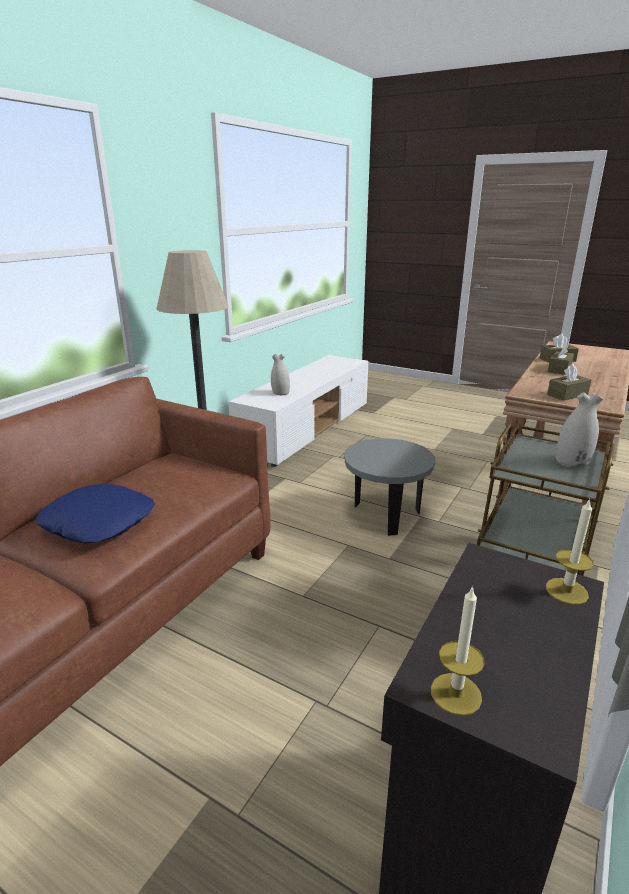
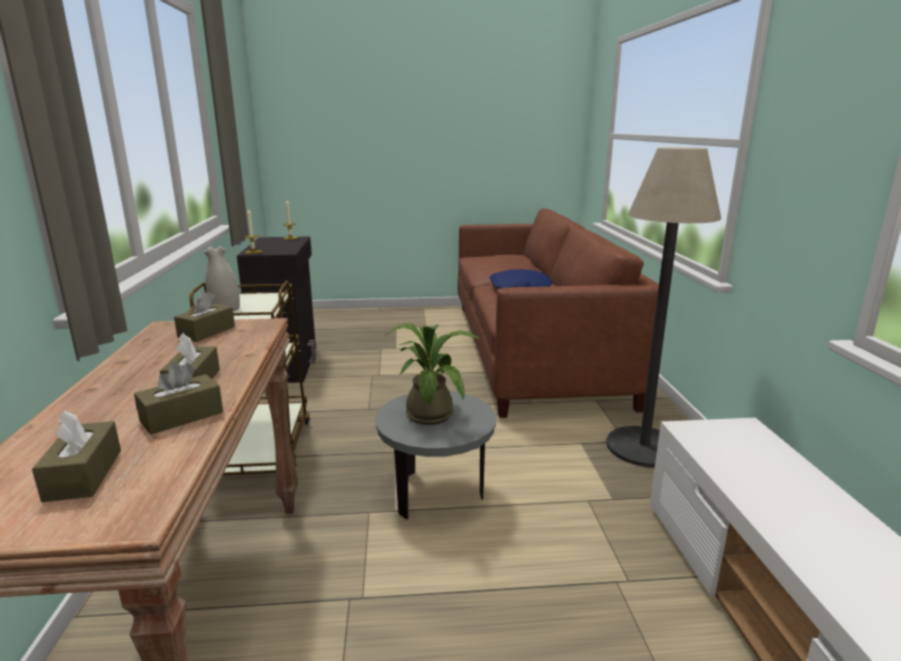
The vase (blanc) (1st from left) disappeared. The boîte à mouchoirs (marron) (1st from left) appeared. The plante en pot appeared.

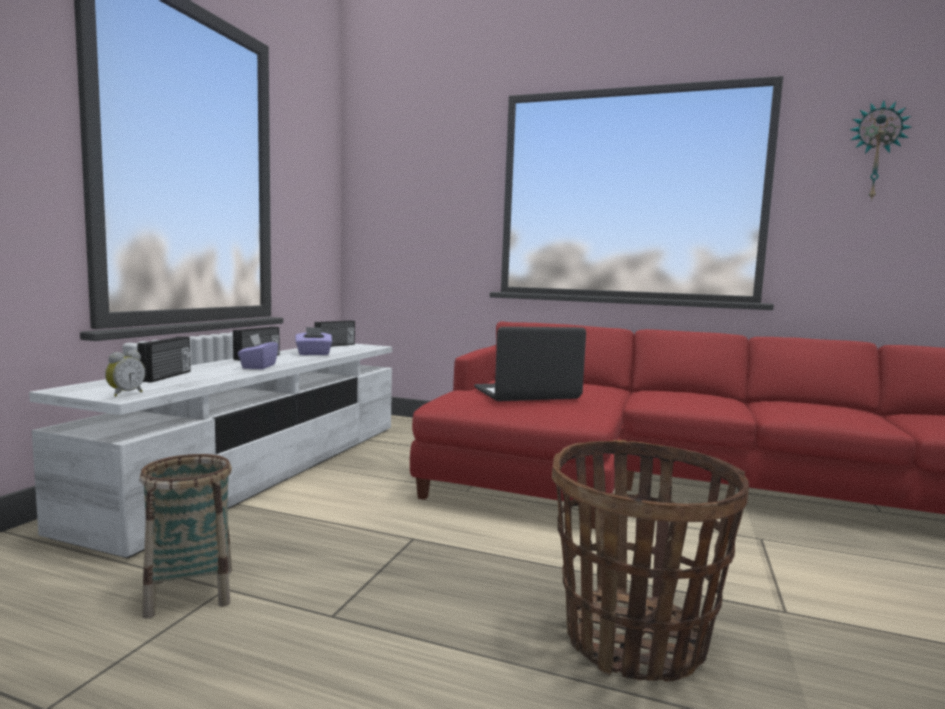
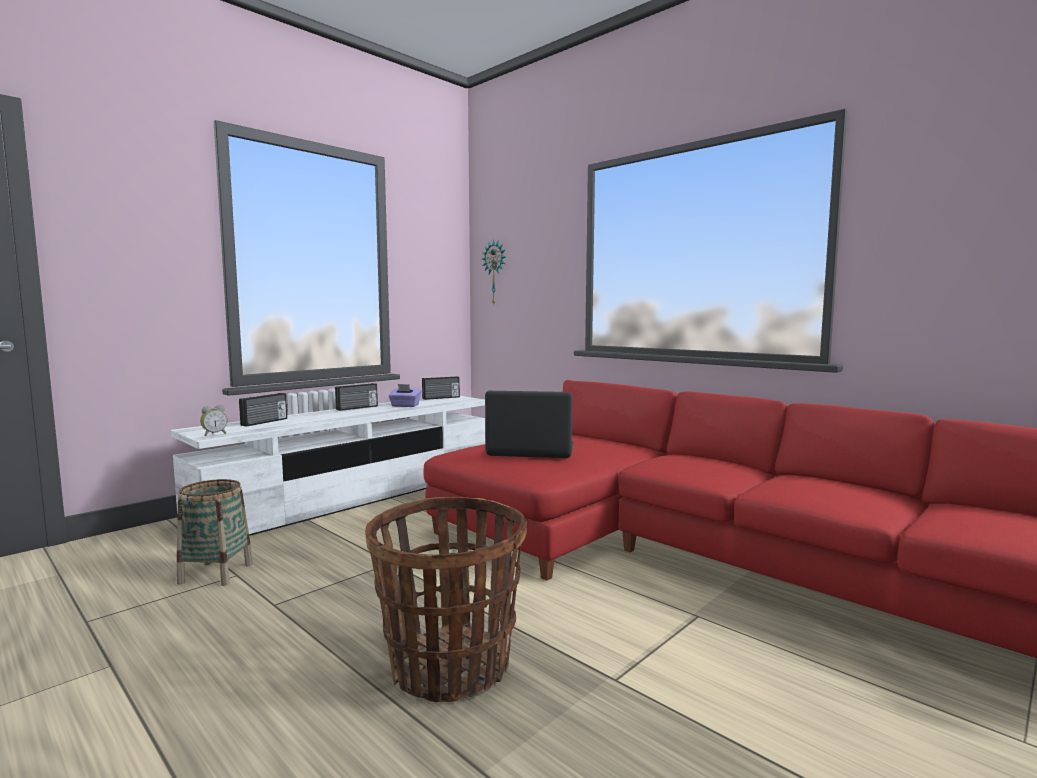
The boîte à mouchoirs (violet) (1st from left) disappeared. The horloge murale moved.

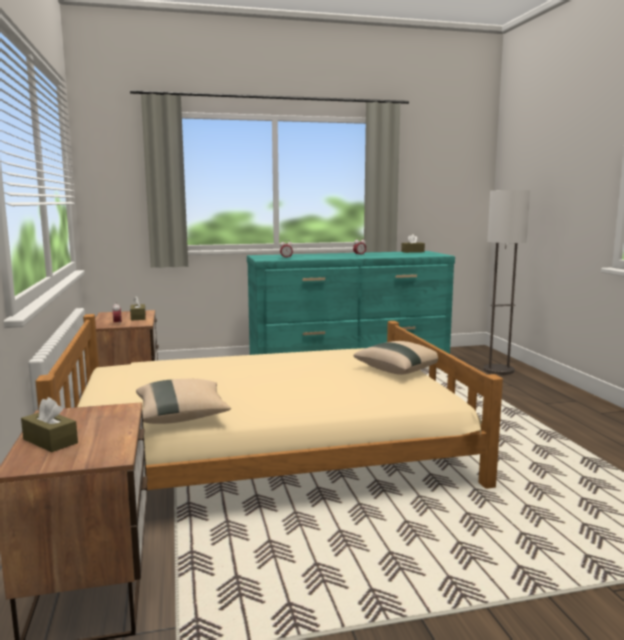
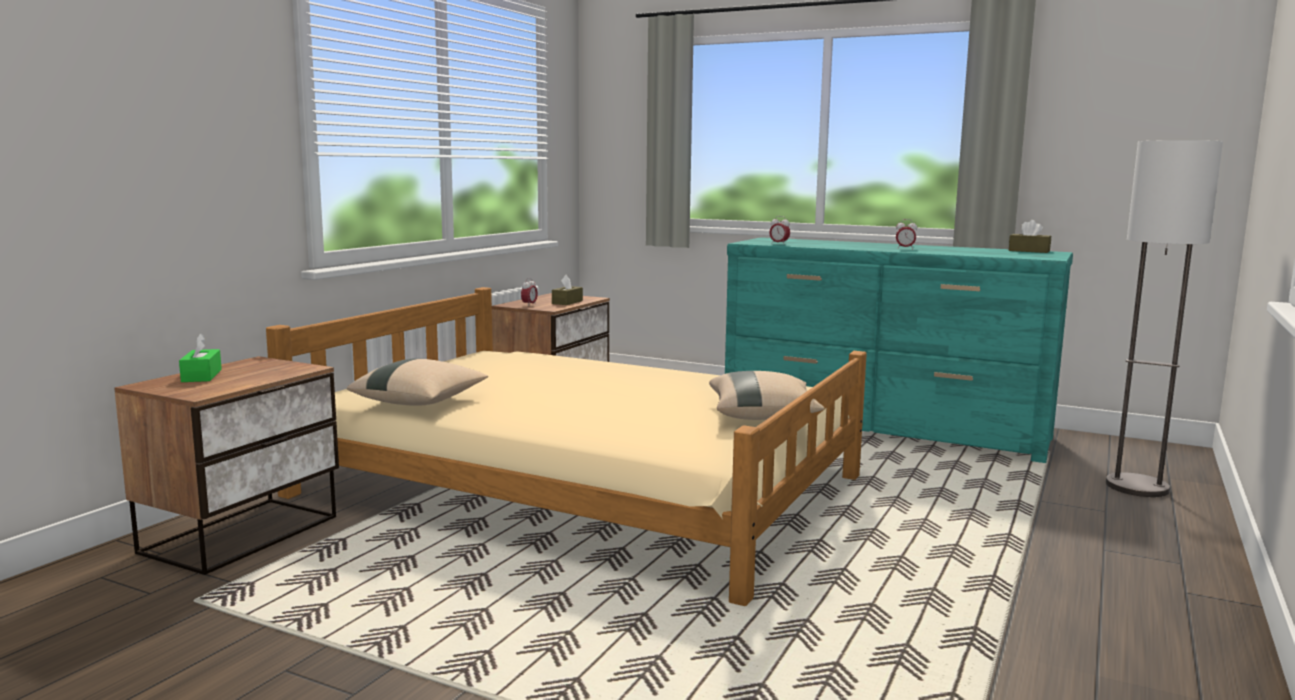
The boîte à mouchoirs (marron) (1st from left) became the boîte à mouchoirs (vert).

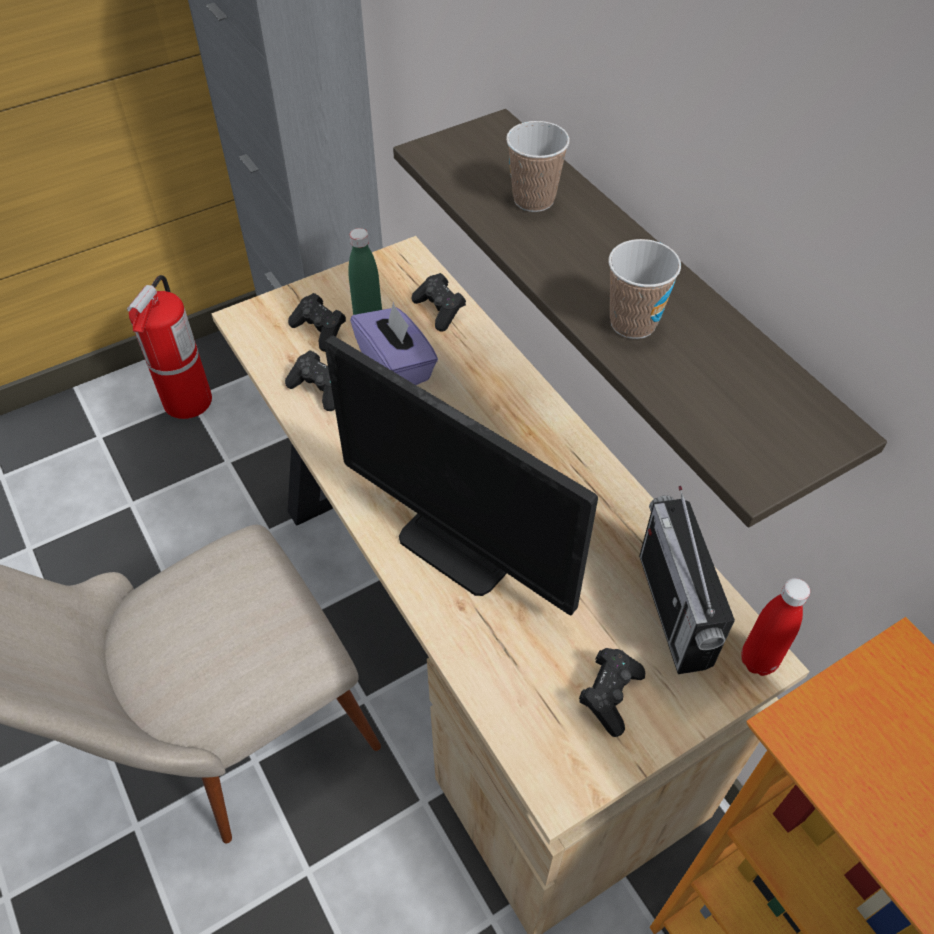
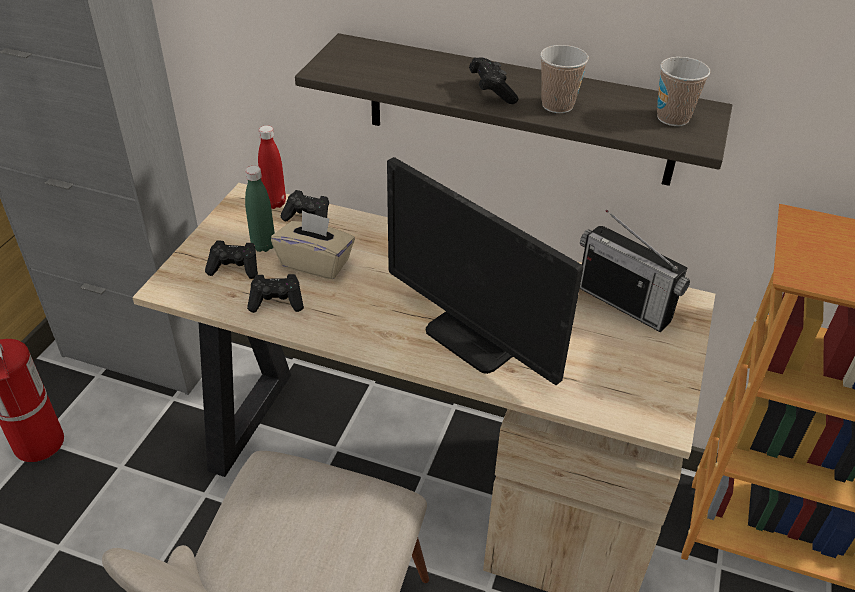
The tasse (1st from left in the first image) moved. The manette (noir) (4th from left) moved. The bouteille (rouge) moved. The boîte à mouchoirs (violet) became the boîte à mouchoirs (beige). The écran d'ordinateur turned 45 degrees clockwise.

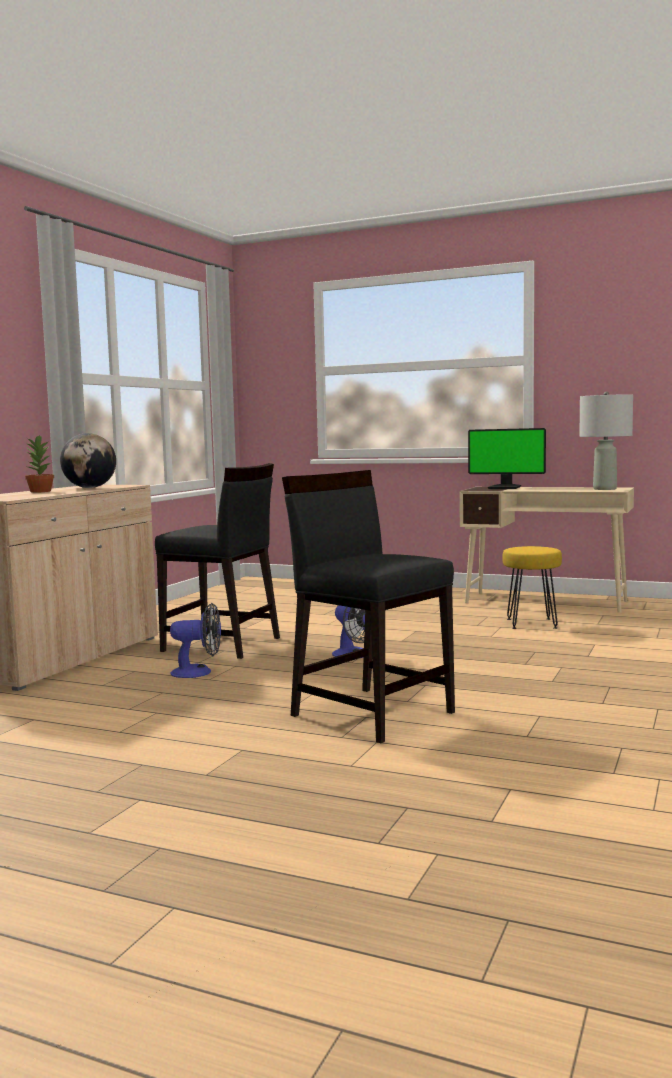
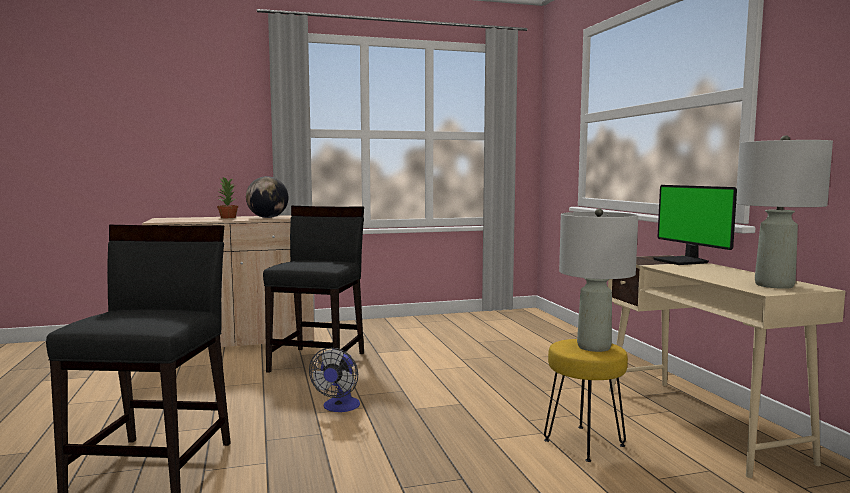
The ventilateur (1st from left) disappeared. The lampe de table (gris) (1st from left) appeared. The chaise (noir) (1st from left in the first image) turned 150 degrees counterclockwise.

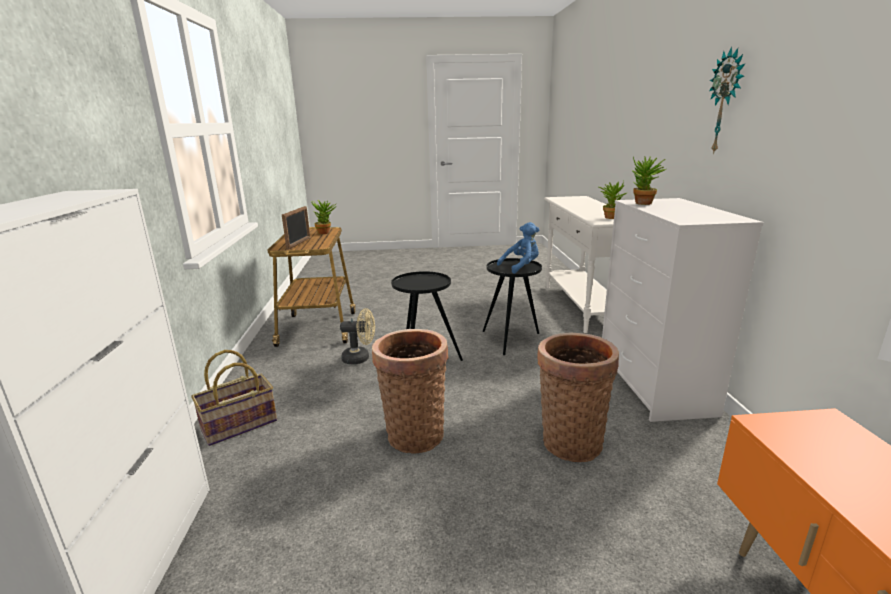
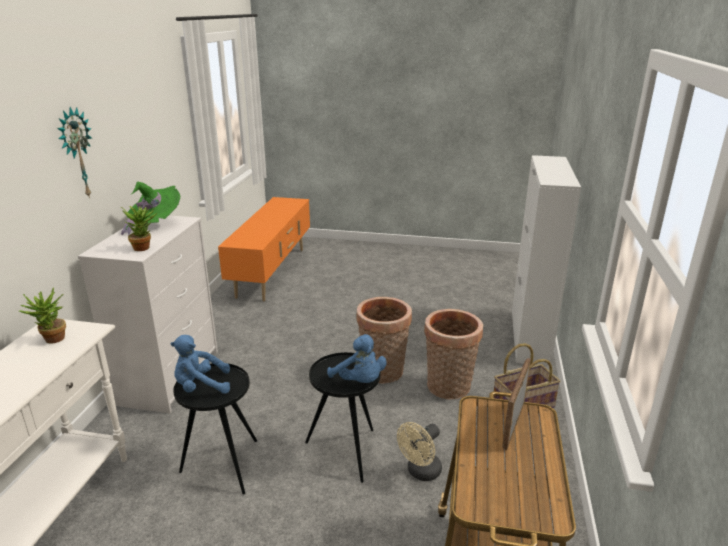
The plante en pot (1st from left) disappeared. The chapeau (vert) appeared. The peluche (bleu) (2nd from left) appeared. The panier (3rd from left in the first image) moved. The ventilateur (beige) turned 60 degrees counterclockwise.

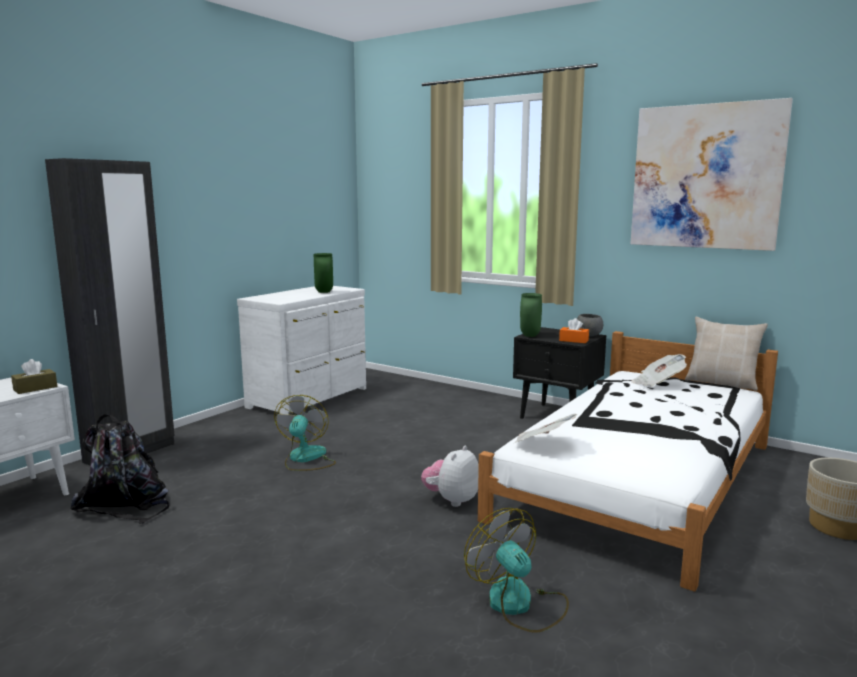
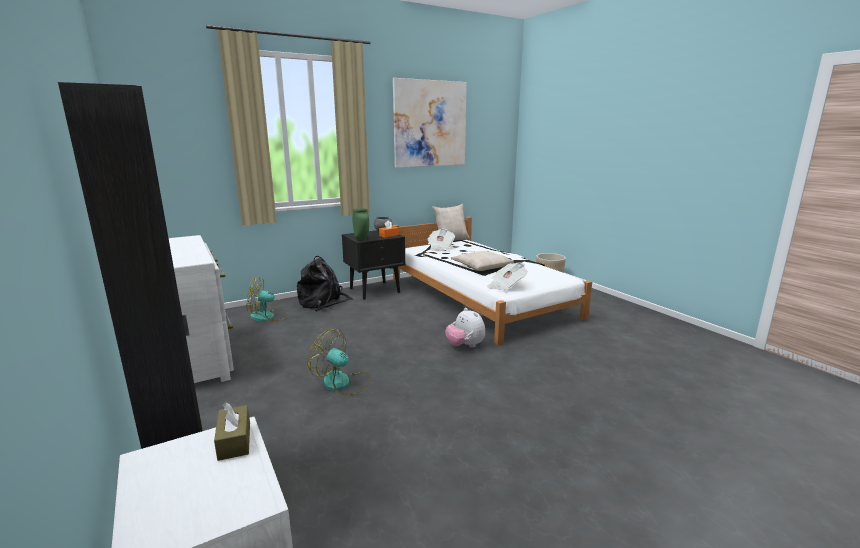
The vase (vert) (1st from left) disappeared. The coussin (beige) (2nd from left) appeared. The sac à dos (noir) moved. The ventilateur (2nd from left in the first image) moved.

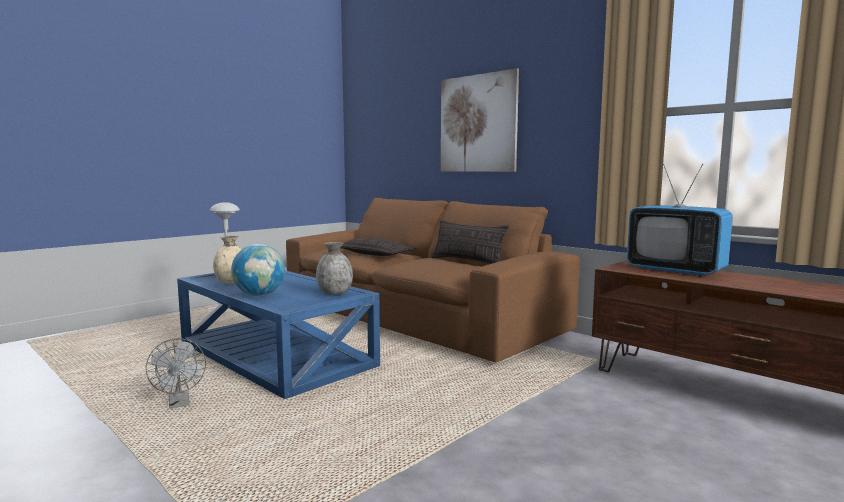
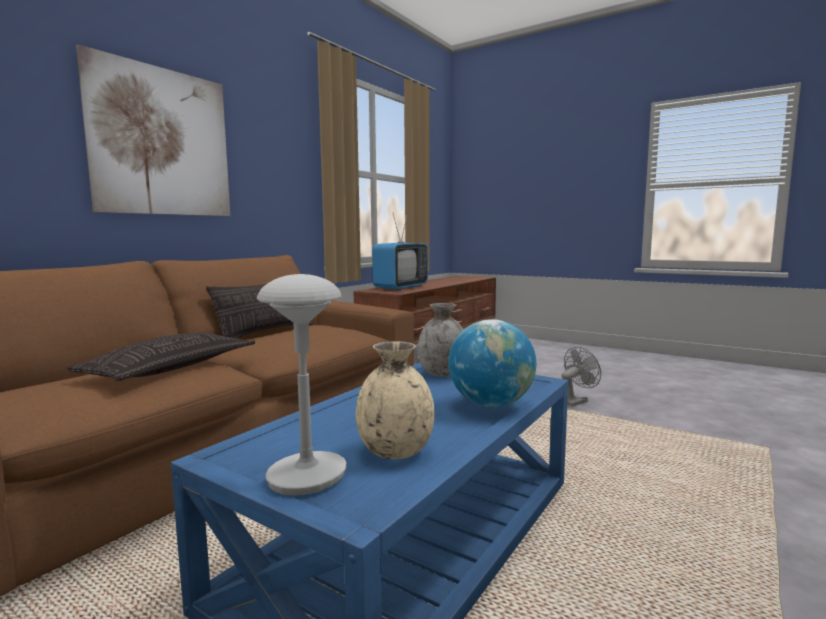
The ventilateur (gris) moved.

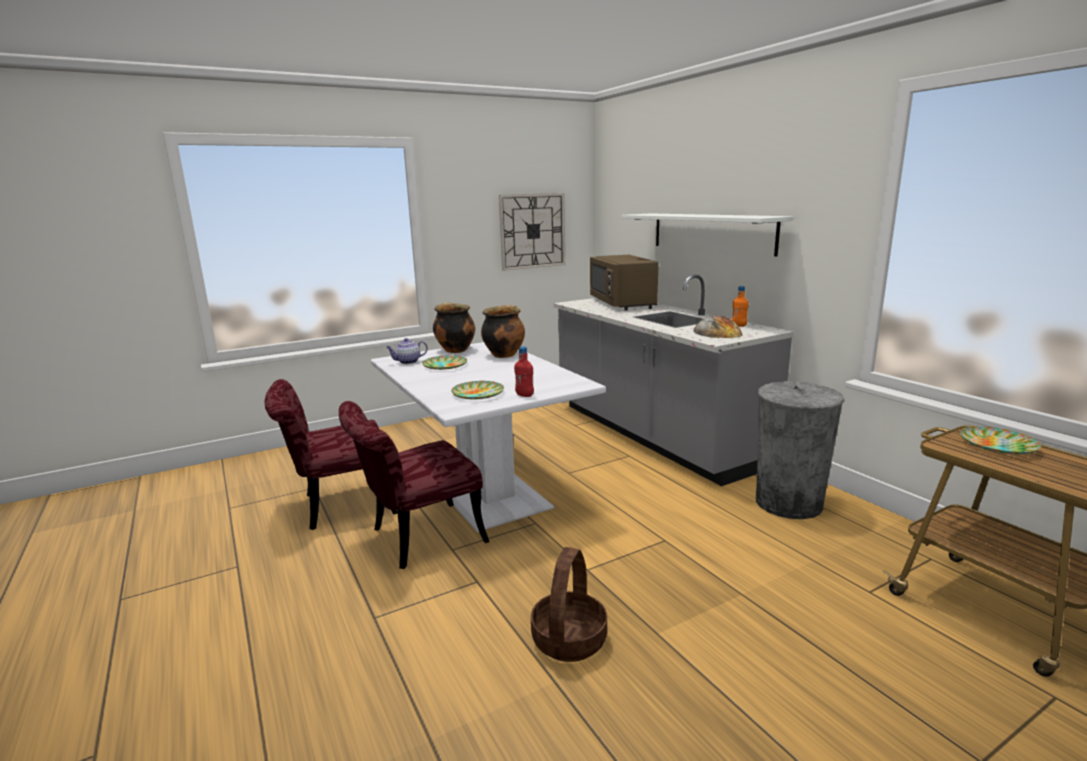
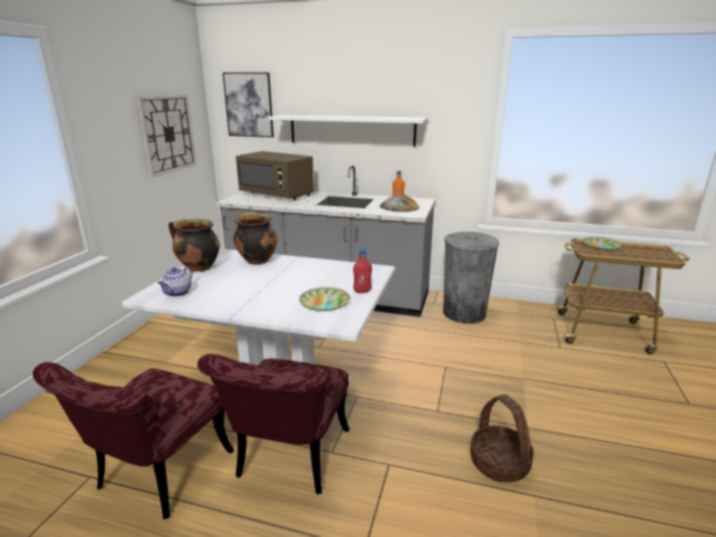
The assiette (1st from left) disappeared. The tableau appeared.

